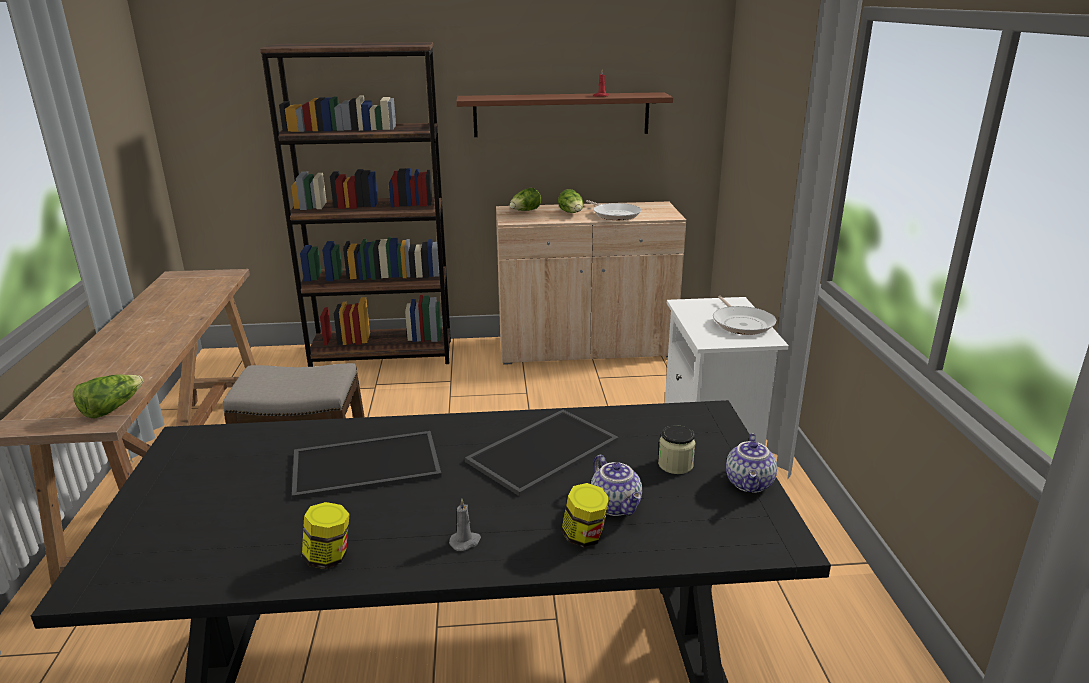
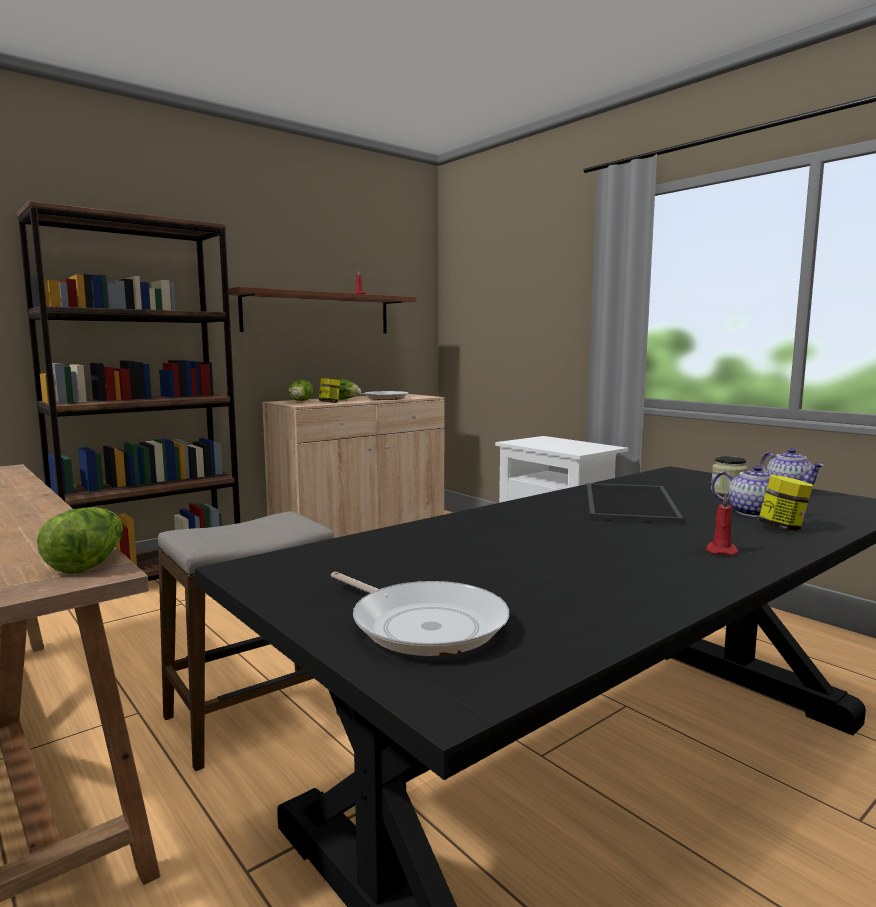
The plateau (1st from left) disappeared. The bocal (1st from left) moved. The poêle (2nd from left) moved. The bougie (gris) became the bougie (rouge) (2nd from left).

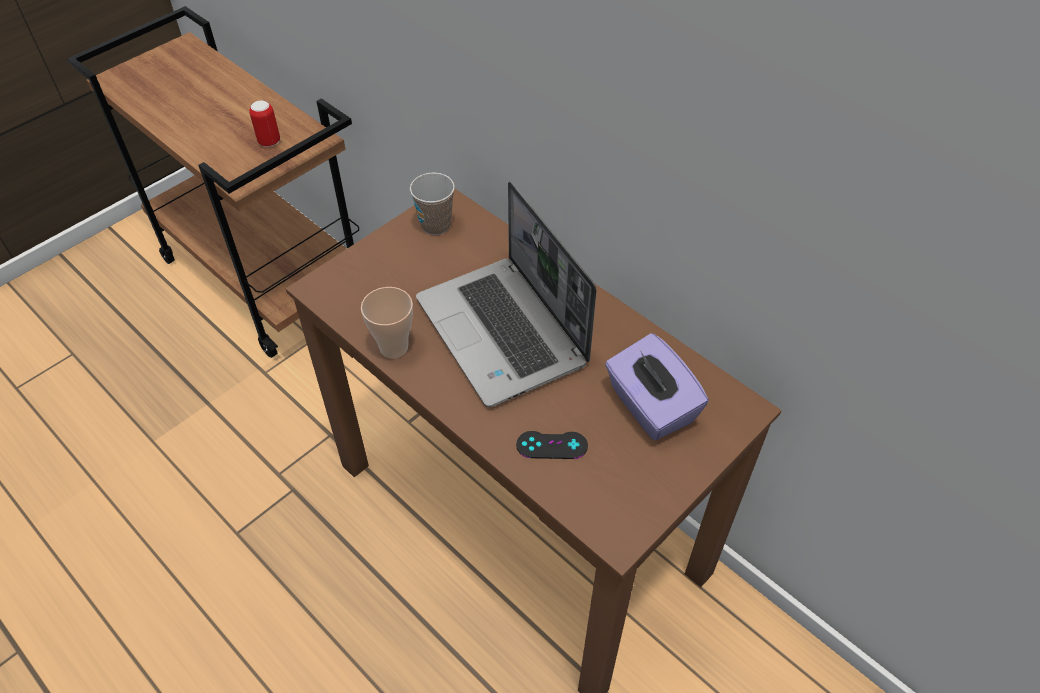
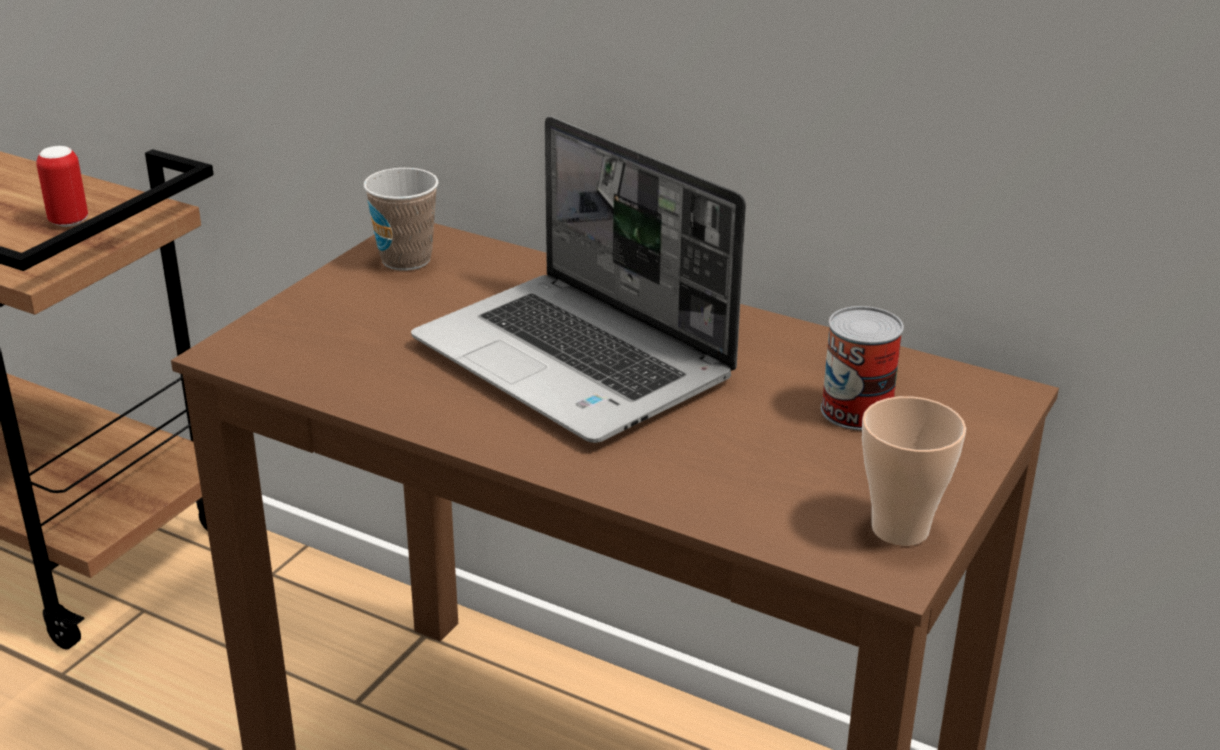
The manette (noir) disappeared. The tasse (1st from left in the first image) moved. The boîte à mouchoirs (violet) was replaced by the boîte métallique (2nd from left).

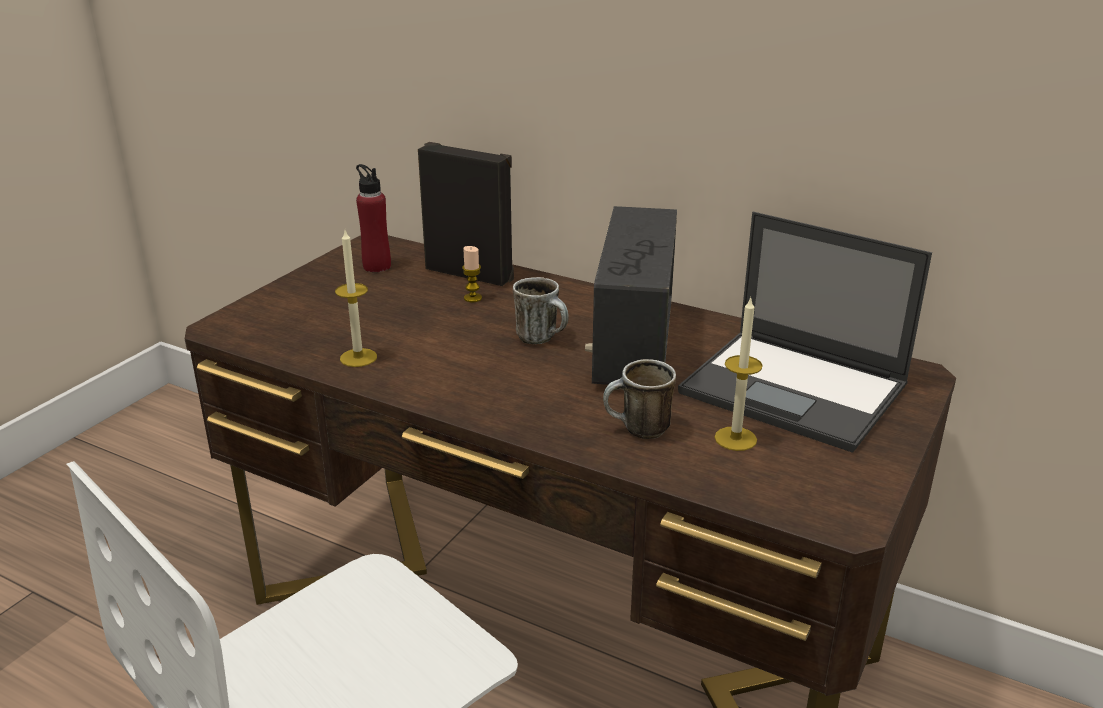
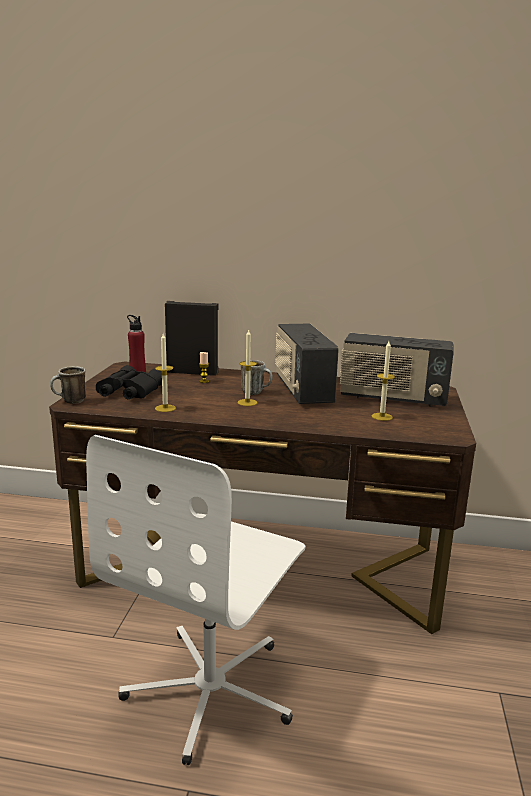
The jumelles (noir) appeared. The bougie (3rd from left) appeared. The mug (2nd from left in the first image) moved. The ordinateur portable was replaced by the radio (2nd from left).

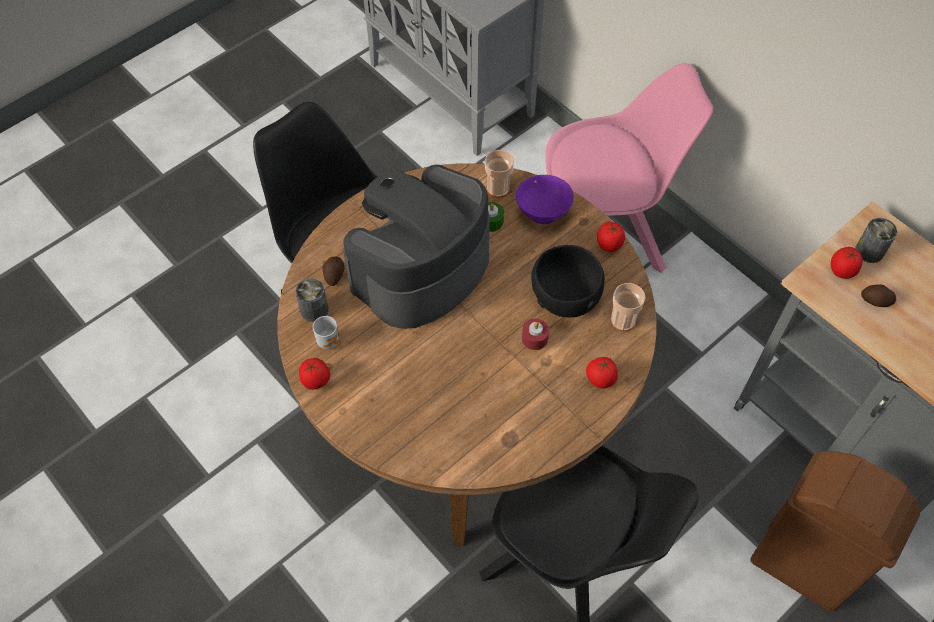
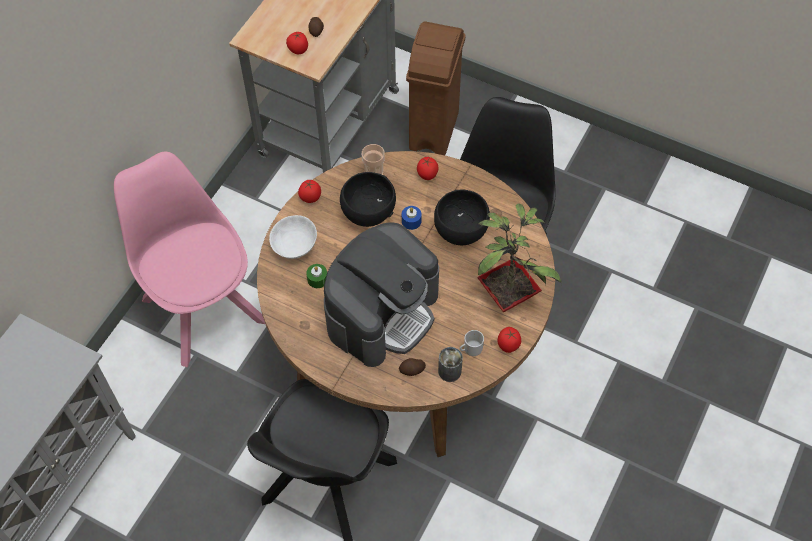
The tasse (1st from left) disappeared. The boîte métallique (2nd from left) disappeared. The bol (noir) (2nd from left) appeared. The plante en pot appeared. The bol (violet) became the bol (blanc). The bougie (rouge) became the bougie (bleu). The machine à café turned 75 degrees counterclockwise.

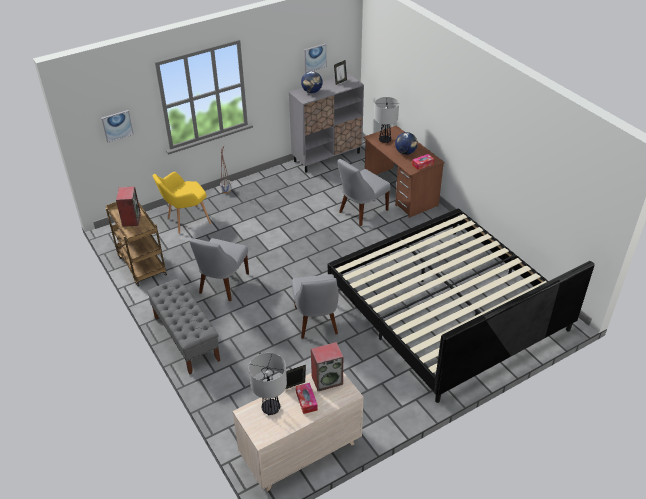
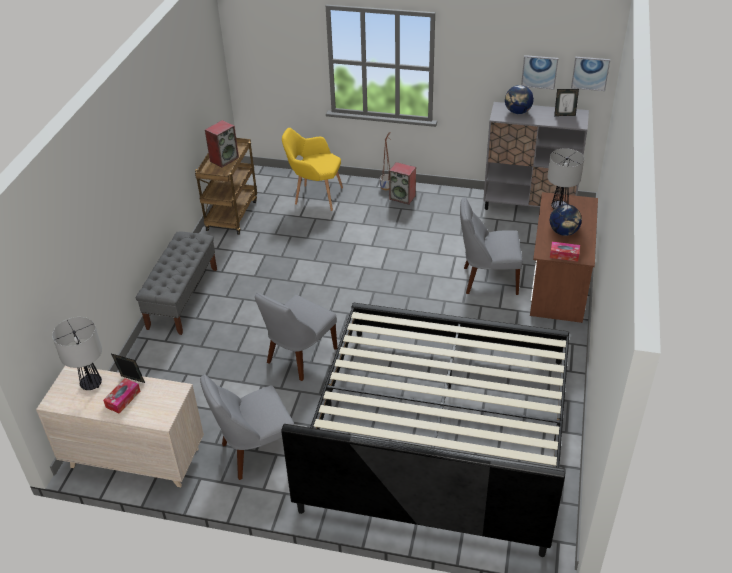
The tableau (1st from left in the first image) moved. The chaise (gris) (1st from left) moved. The enceinte (2nd from left) moved.

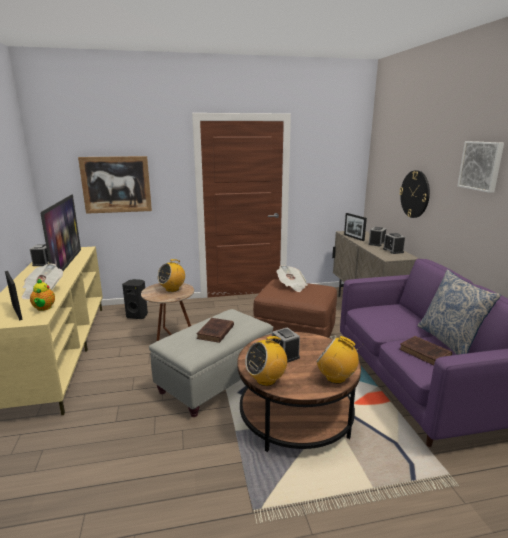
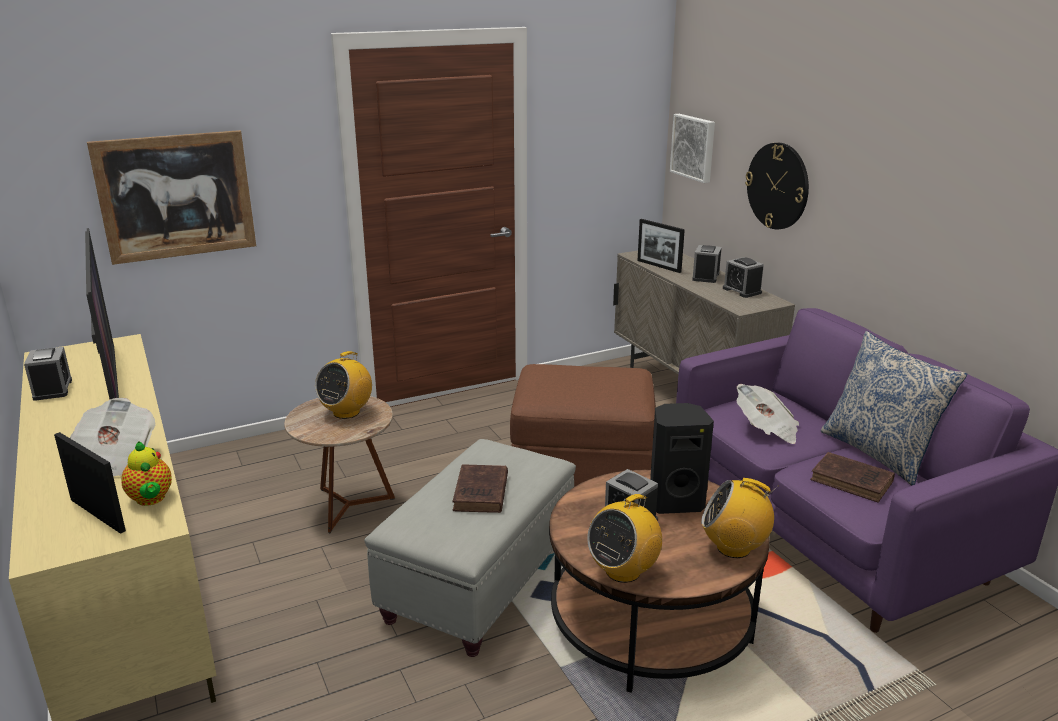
The enceinte (noir) moved. The journal (2nd from left) moved. The tableau (2nd from left) moved.

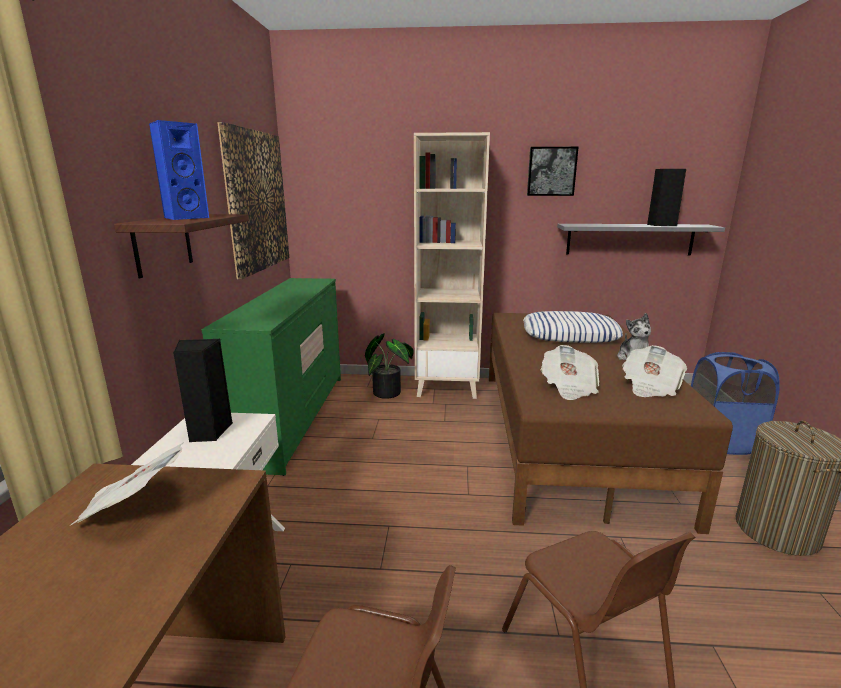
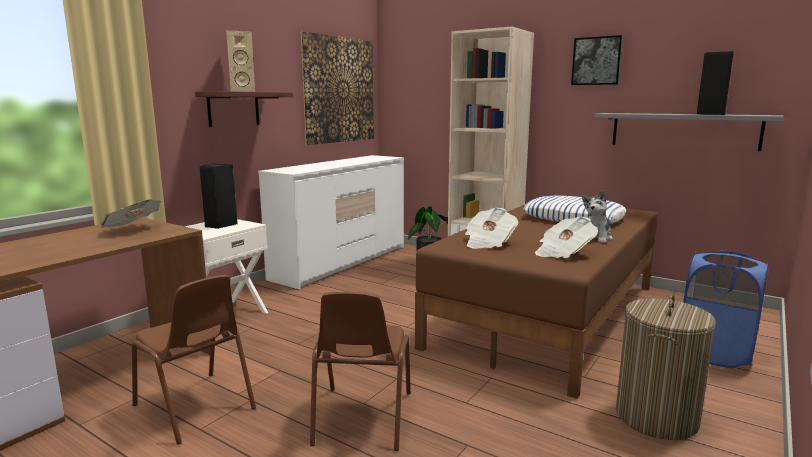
The enceinte (bleu) became the enceinte (beige). The commode (vert) became the commode (blanc).

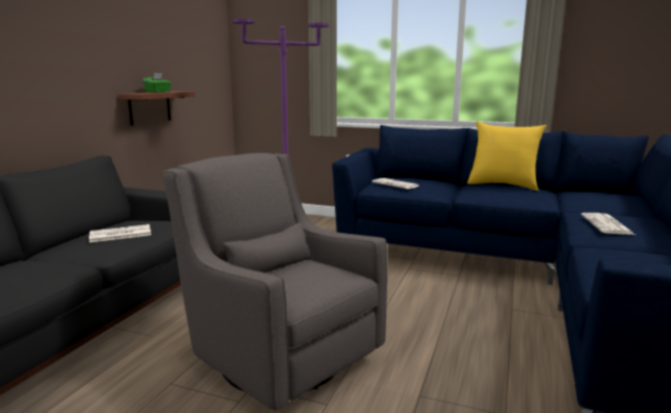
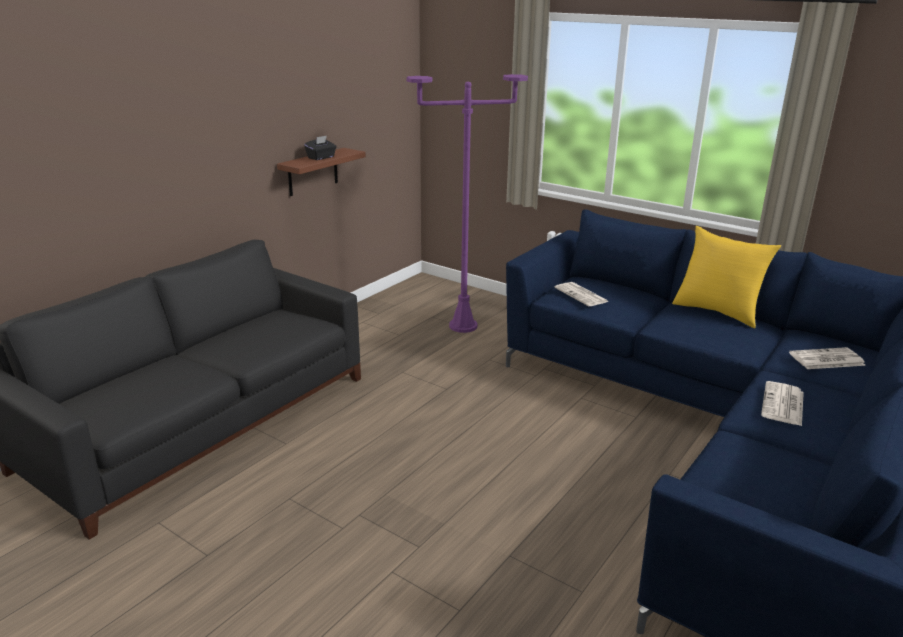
The fauteuil (gris) disappeared. The journal (1st from left in the first image) moved. The boîte à mouchoirs (vert) became the boîte à mouchoirs (noir).

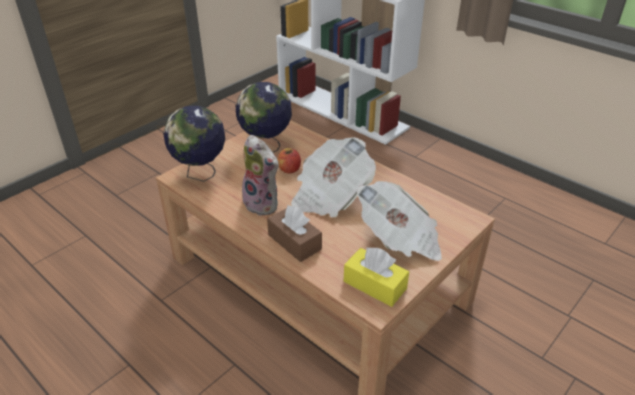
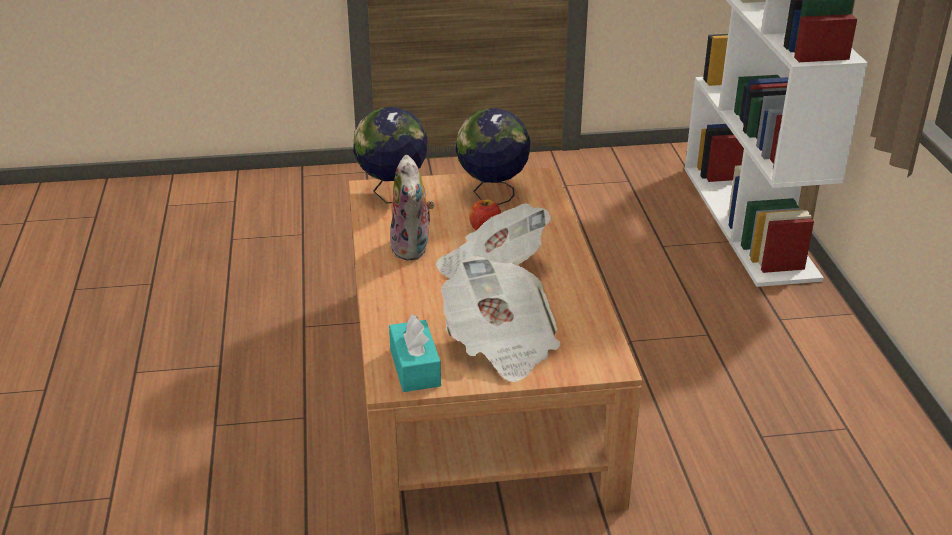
The boîte à mouchoirs (marron) disappeared. The boîte à mouchoirs (jaune) became the boîte à mouchoirs (turquoise).

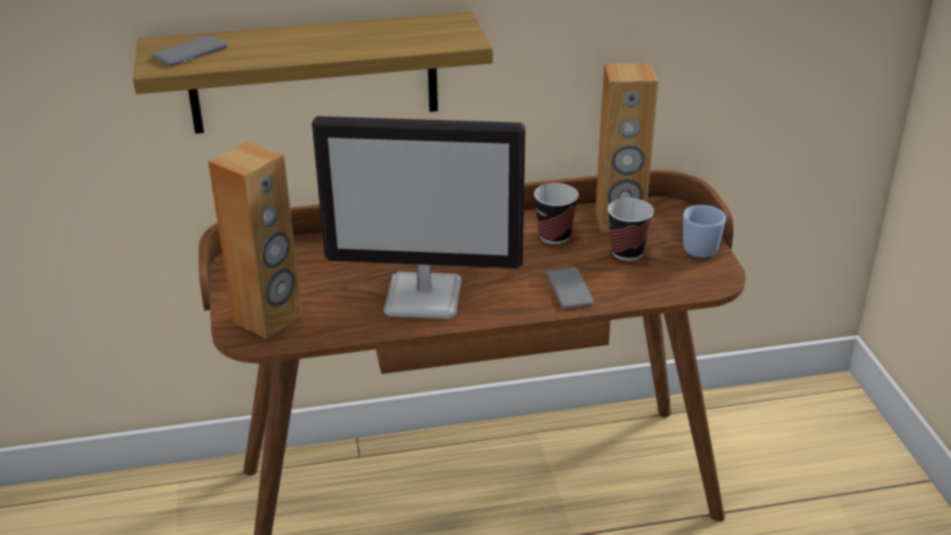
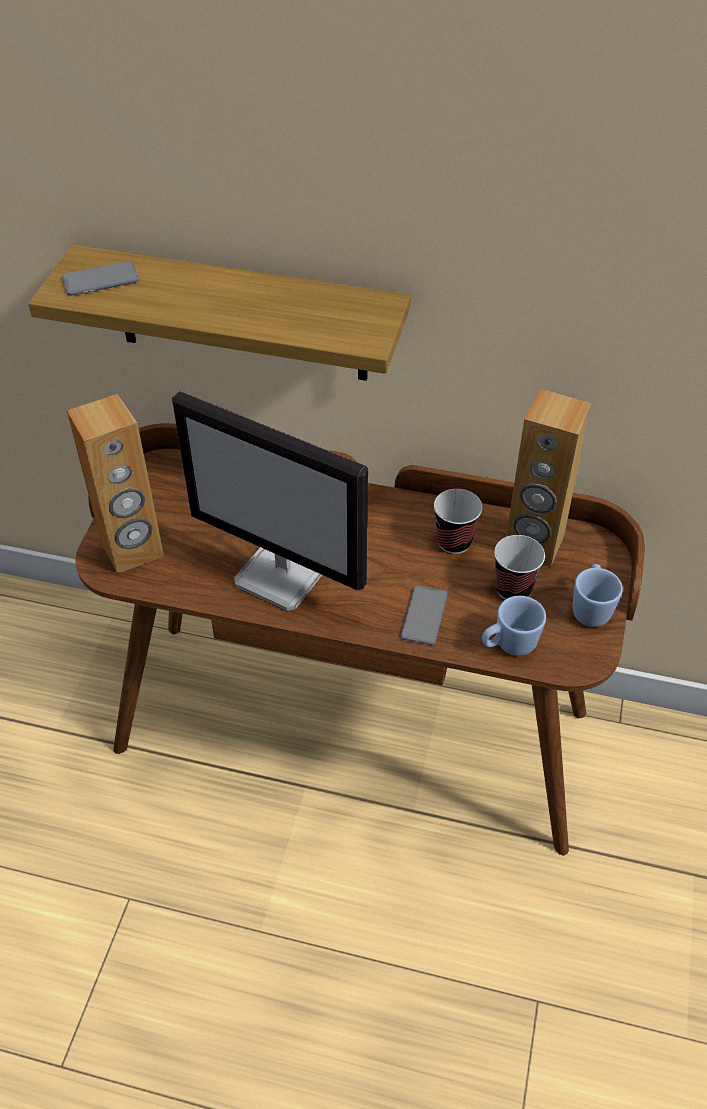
The mug (bleu) (1st from left) appeared.

